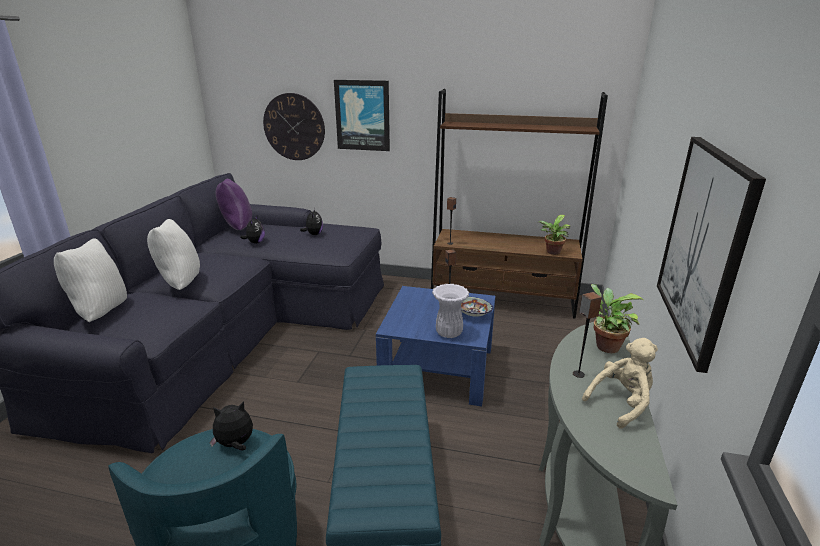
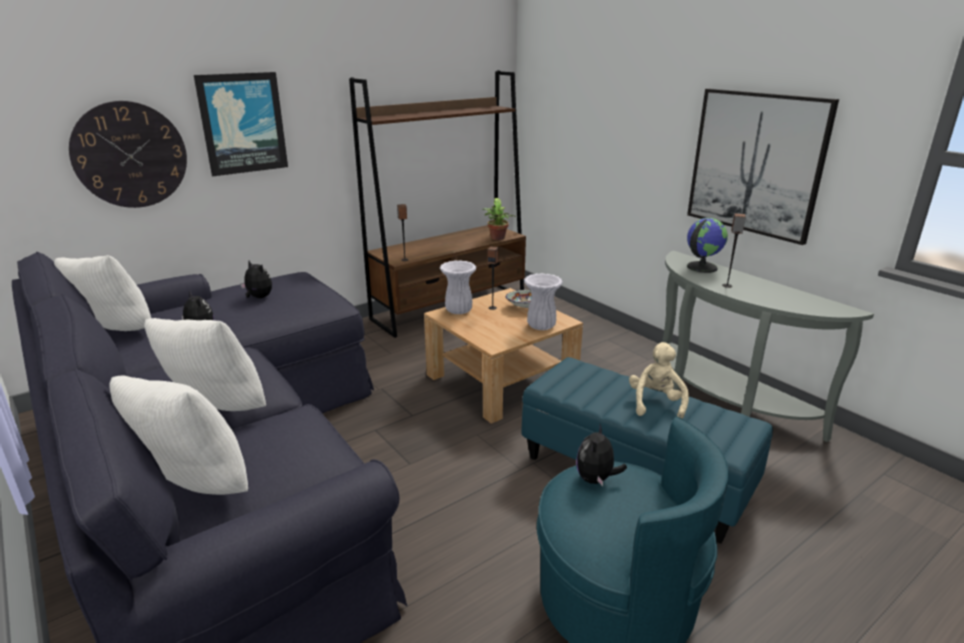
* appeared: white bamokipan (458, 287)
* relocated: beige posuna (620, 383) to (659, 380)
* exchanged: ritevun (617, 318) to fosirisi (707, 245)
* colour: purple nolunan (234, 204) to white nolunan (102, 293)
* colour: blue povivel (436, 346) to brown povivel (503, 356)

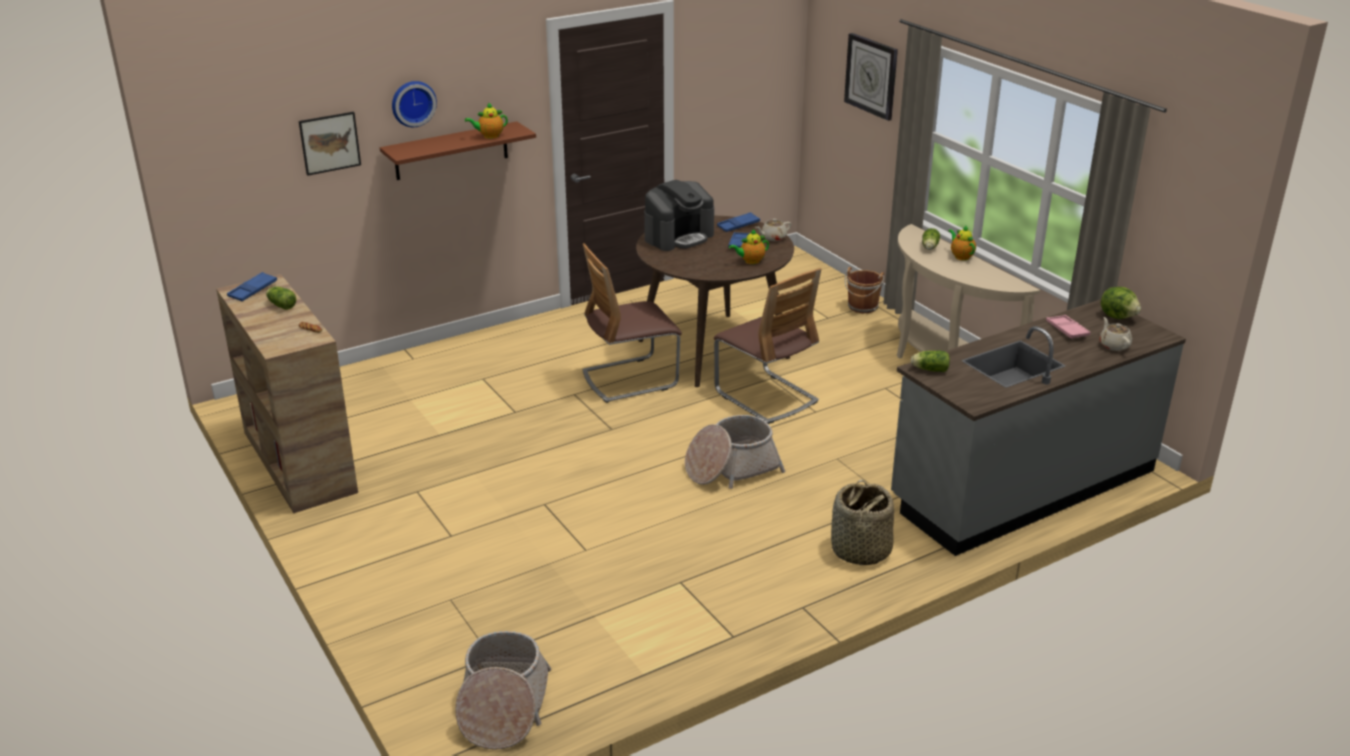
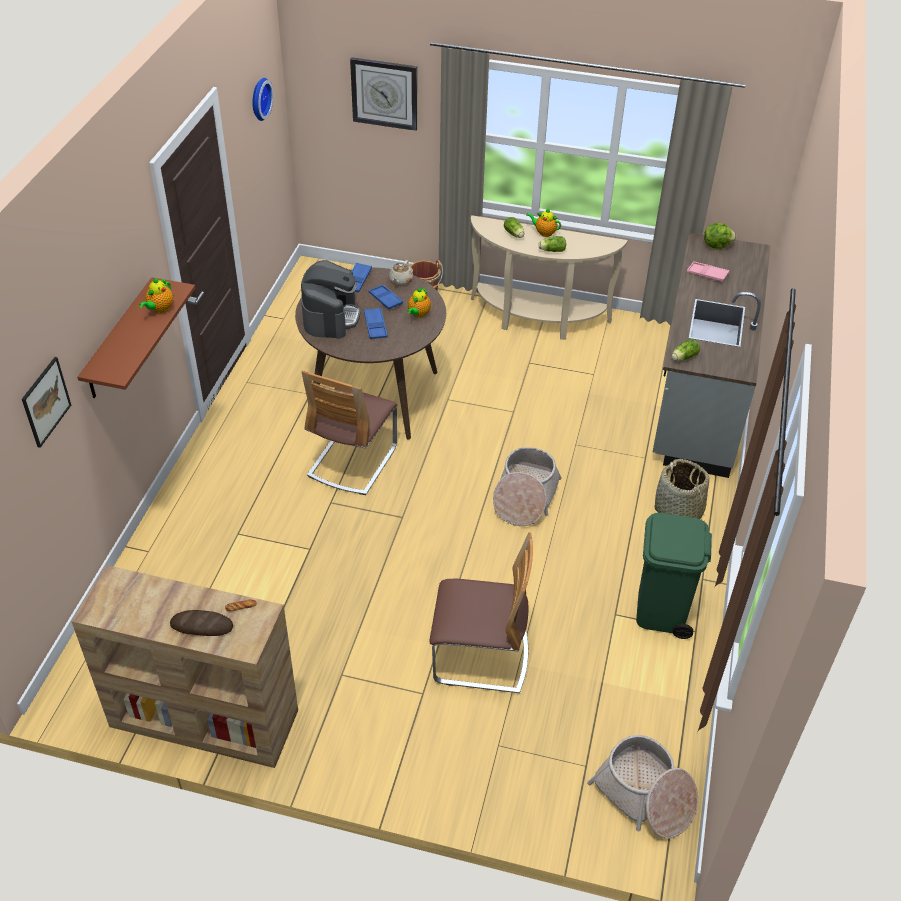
* missing: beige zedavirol (1115, 334)
* appeared: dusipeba (201, 623)
* appeared: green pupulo (674, 576)
* relocated: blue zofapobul (252, 286) to (376, 323)
* relocated: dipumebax (281, 298) to (552, 244)
* relocated: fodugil (414, 104) to (263, 99)
* relocated: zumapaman (767, 346) to (481, 612)

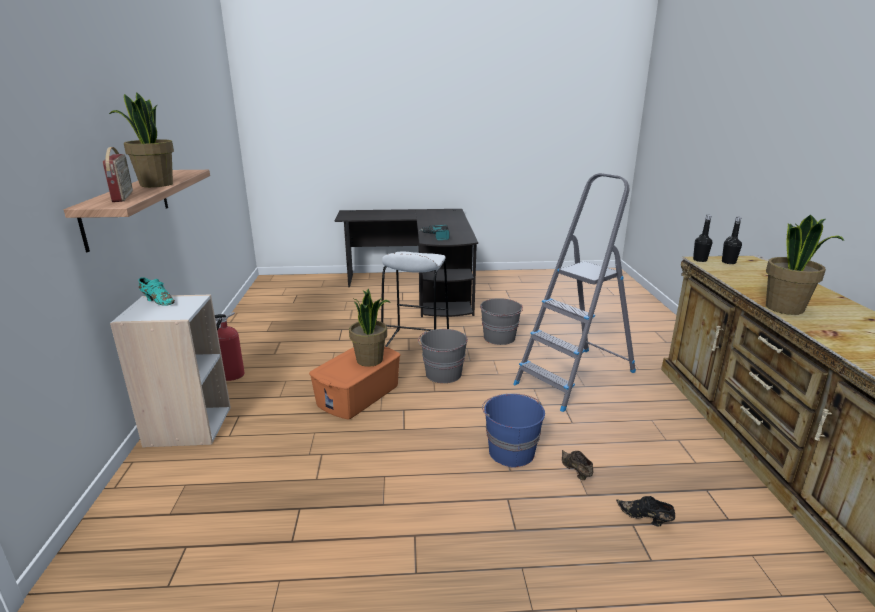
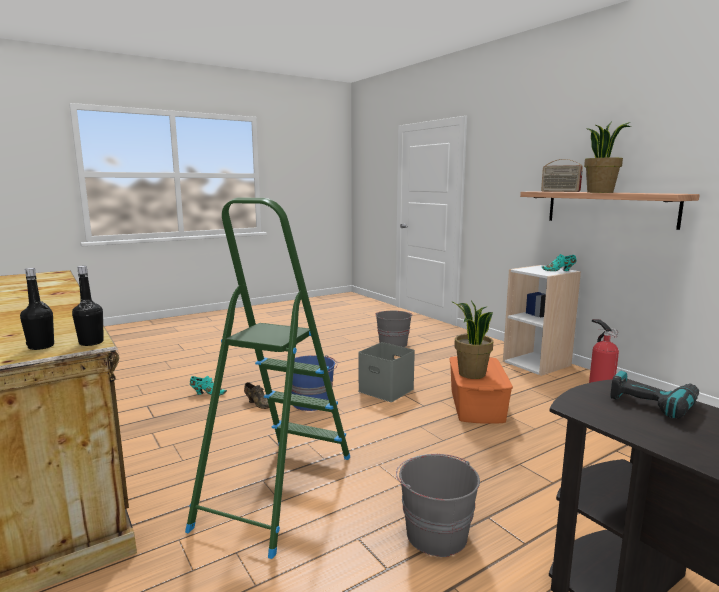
* missing: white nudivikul (415, 299)
* missing: ritevun (805, 265)
* appeared: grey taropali (386, 372)
* relocated: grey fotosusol (443, 356) to (394, 329)
* colour: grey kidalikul (574, 292) to green kidalikul (267, 378)
* colour: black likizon (645, 511) to turquoise likizon (208, 386)

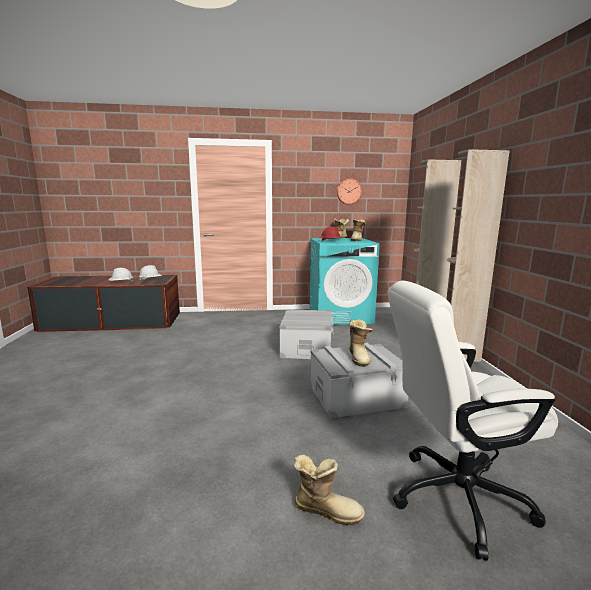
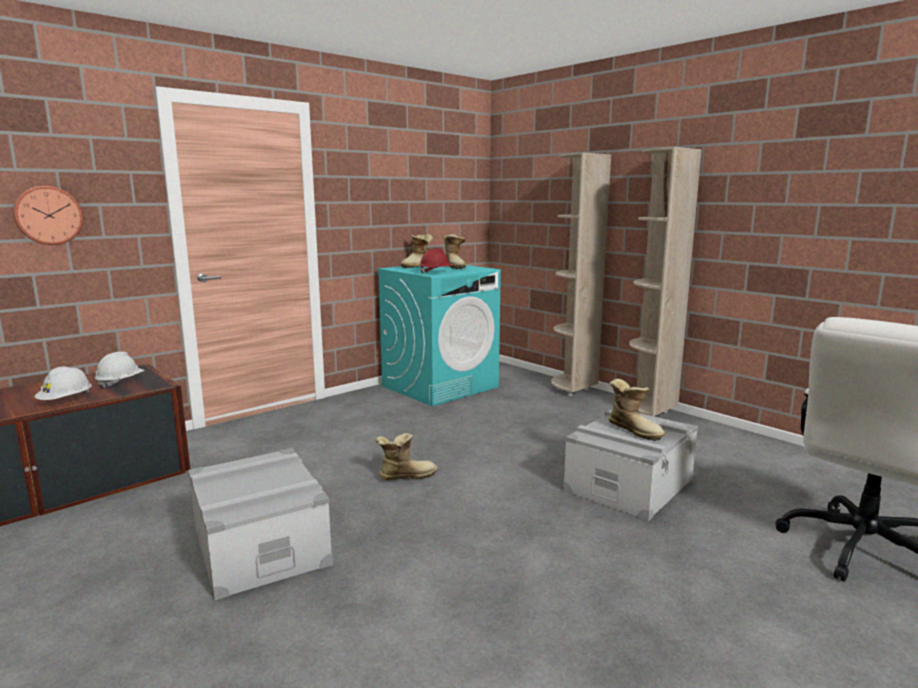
* relocated: grey taropali (307, 334) to (260, 524)
* relocated: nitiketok (329, 490) to (406, 456)
* relocated: fodugil (349, 191) to (48, 215)

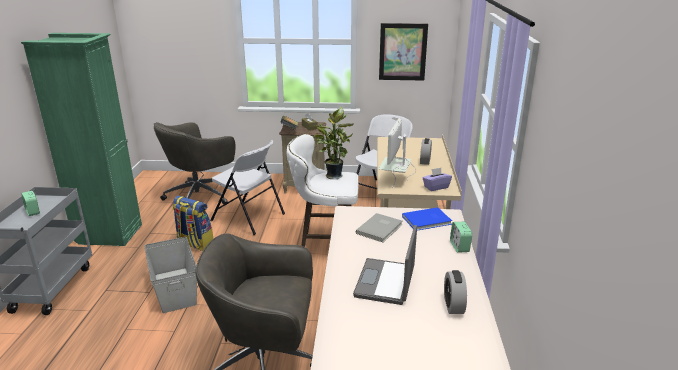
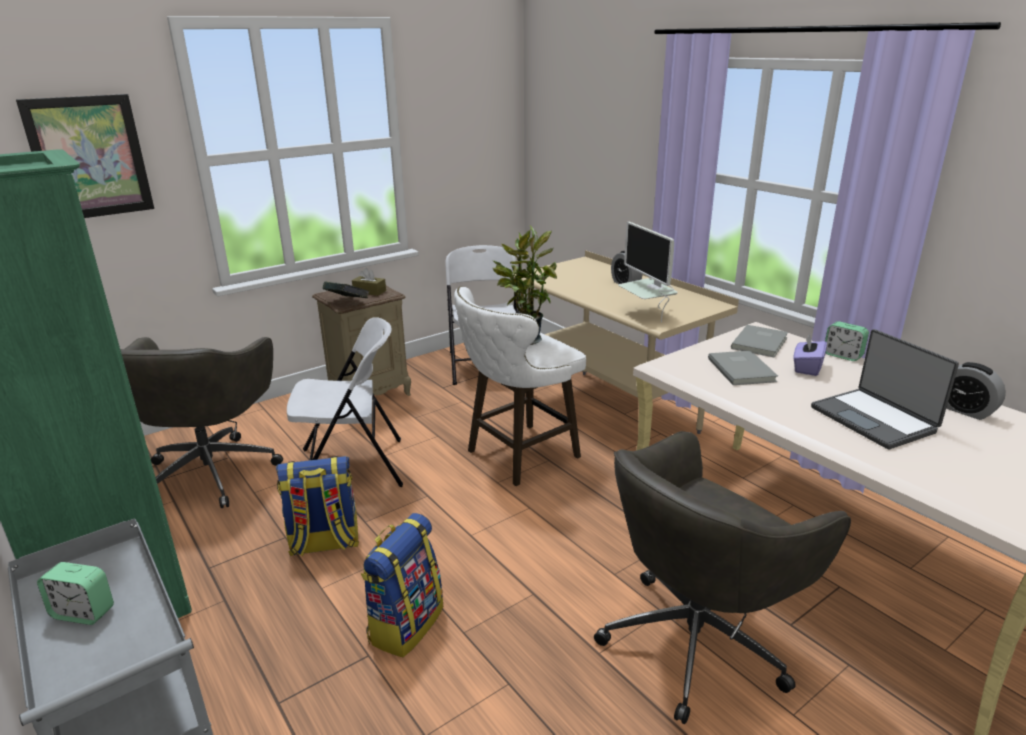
* relocated: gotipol (403, 52) to (85, 156)
* relocated: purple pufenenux (437, 179) to (810, 355)
* exchanged: grey taropali (170, 275) to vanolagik (402, 585)
* colour: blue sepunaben (427, 219) to grey sepunaben (759, 341)

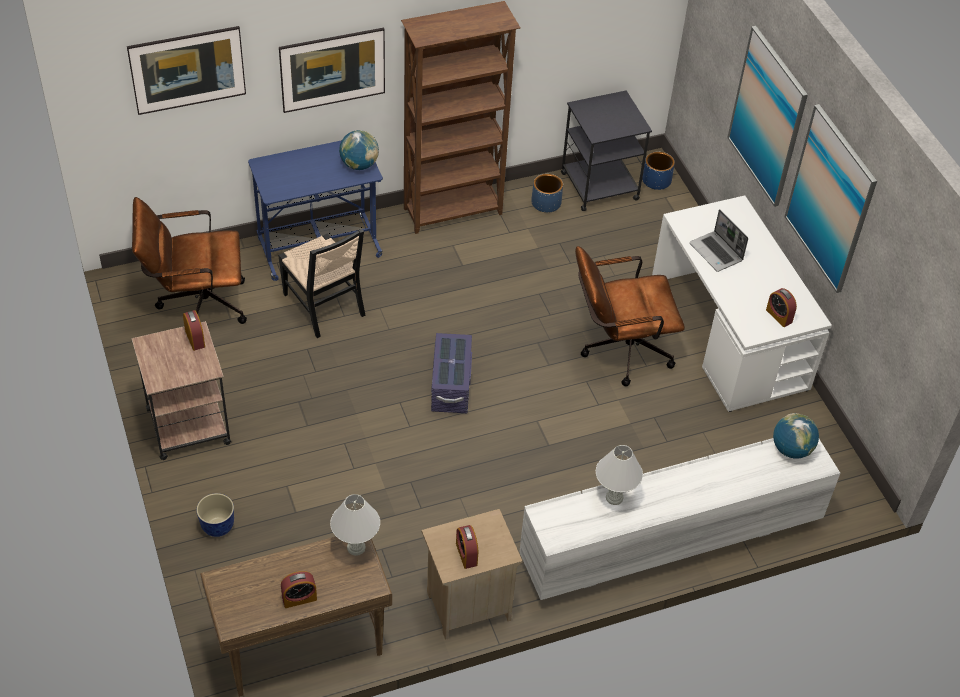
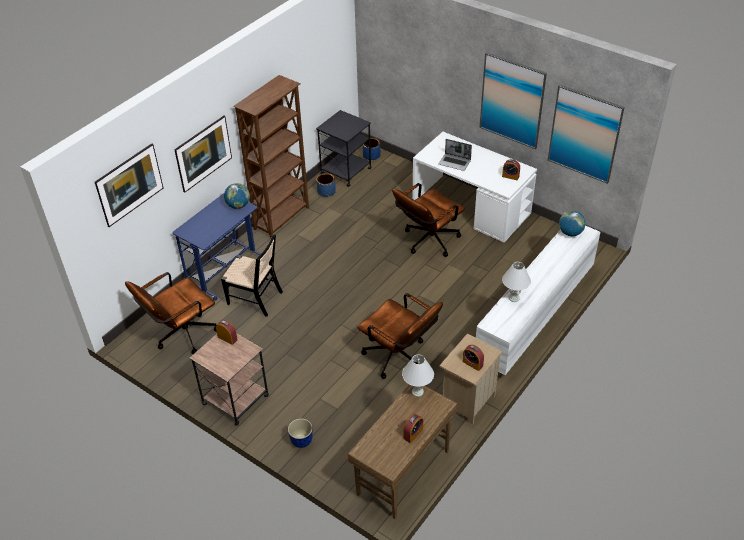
* missing: purple taropali (451, 373)
* appeared: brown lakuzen (400, 336)
* relocated: gotipol (767, 116) to (586, 134)

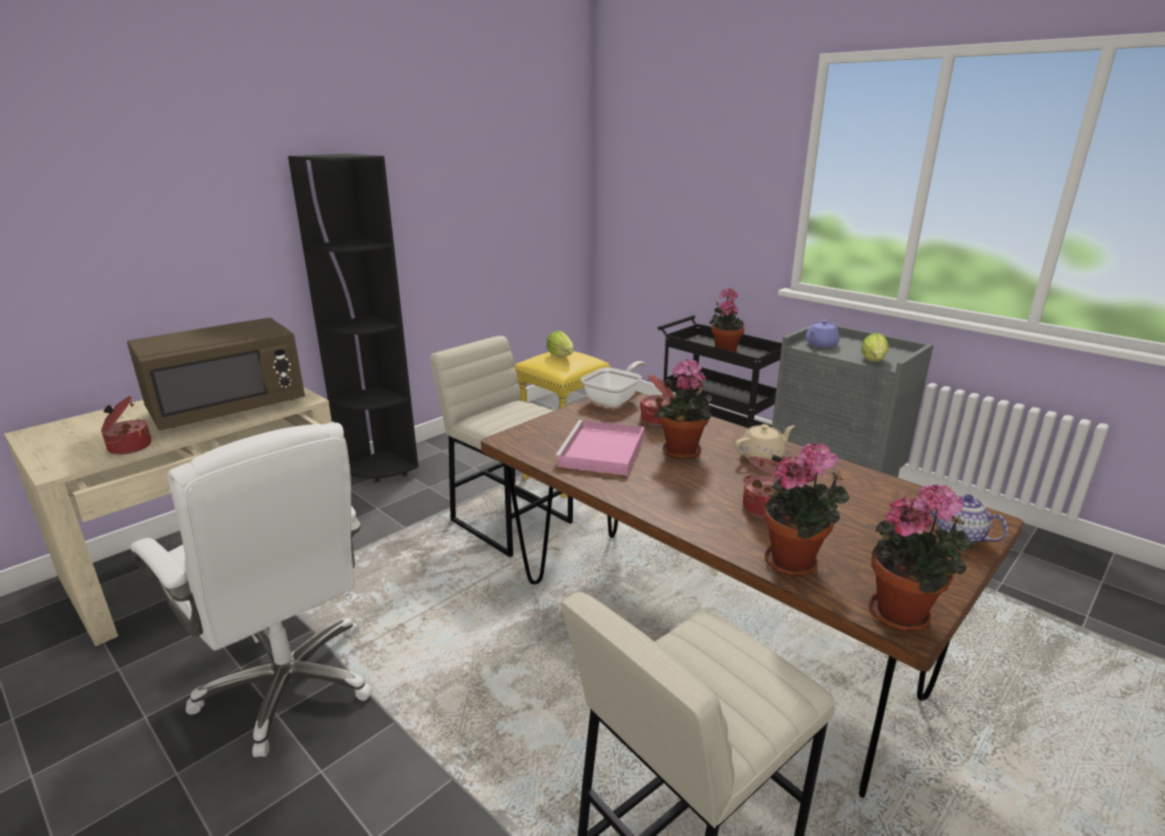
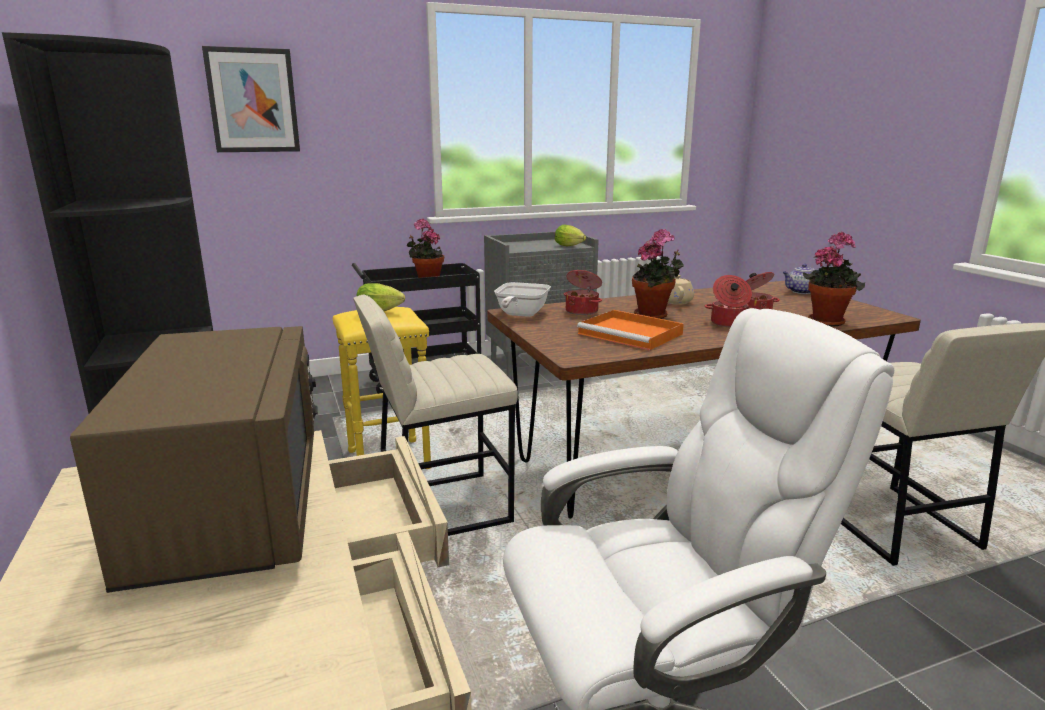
* missing: purple zedavirol (822, 334)
* missing: ritevun (920, 558)
* appeared: gotipol (251, 99)
* relocated: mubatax (126, 425) to (728, 301)
* colour: pink zofapobul (599, 448) to orange zofapobul (630, 330)
* spun: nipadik (613, 384) = (522, 299) 135 degrees counterclockwise

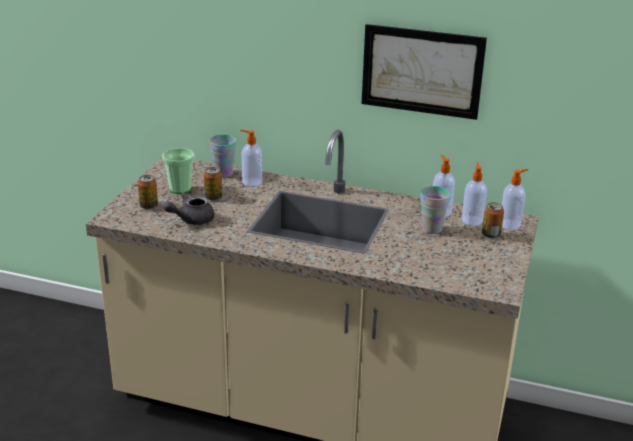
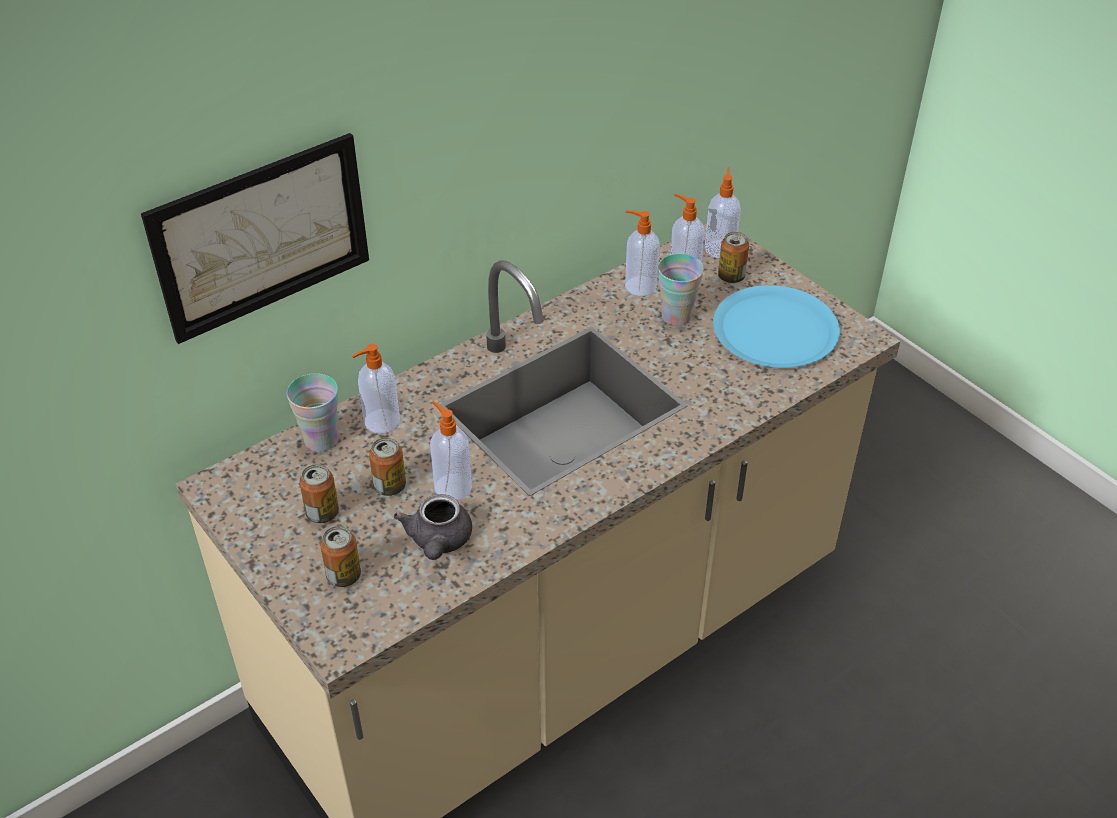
* appeared: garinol (451, 451)
* appeared: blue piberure (776, 326)
* relocated: gotipol (424, 72) to (255, 238)
* exchanged: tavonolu (178, 171) to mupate (319, 493)

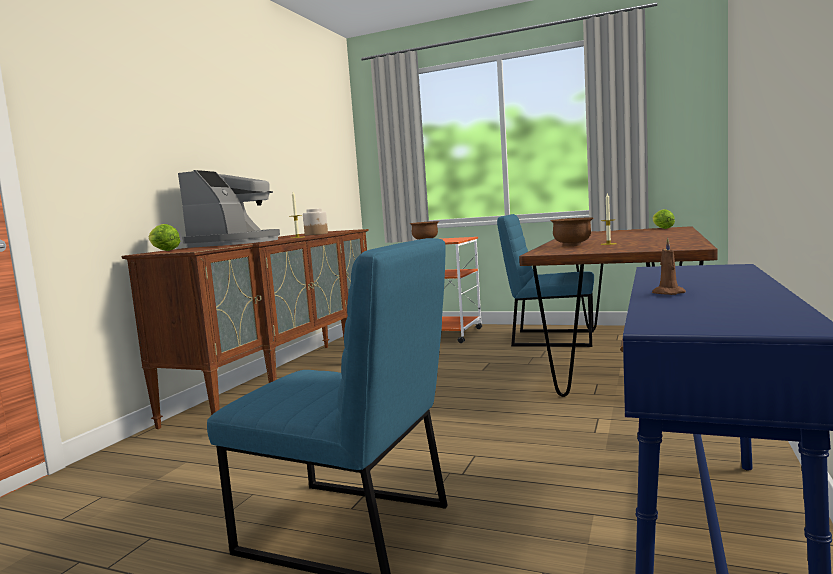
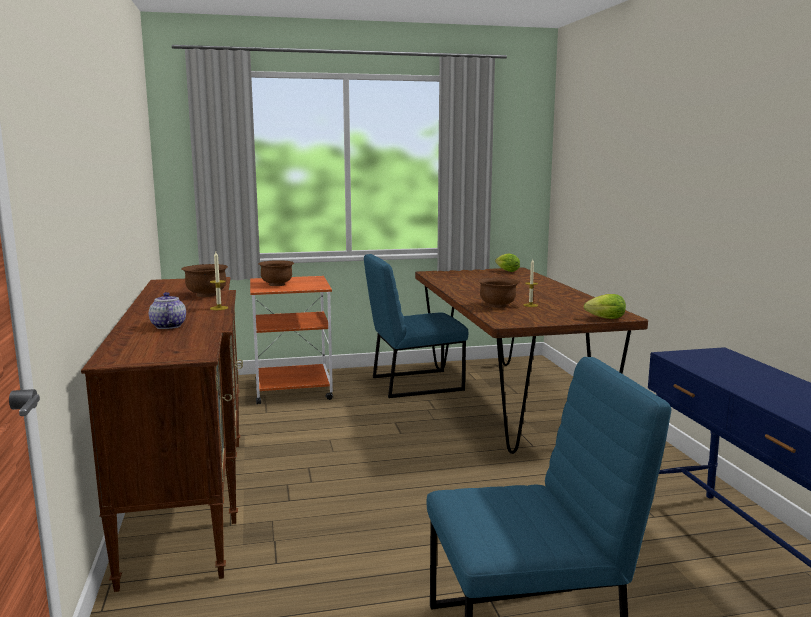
* missing: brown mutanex (669, 266)
* relocated: dipumebax (164, 237) to (605, 306)
* exchanged: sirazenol (229, 209) to zedavirol (167, 310)
* exchanged: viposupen (315, 221) to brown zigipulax (204, 280)

